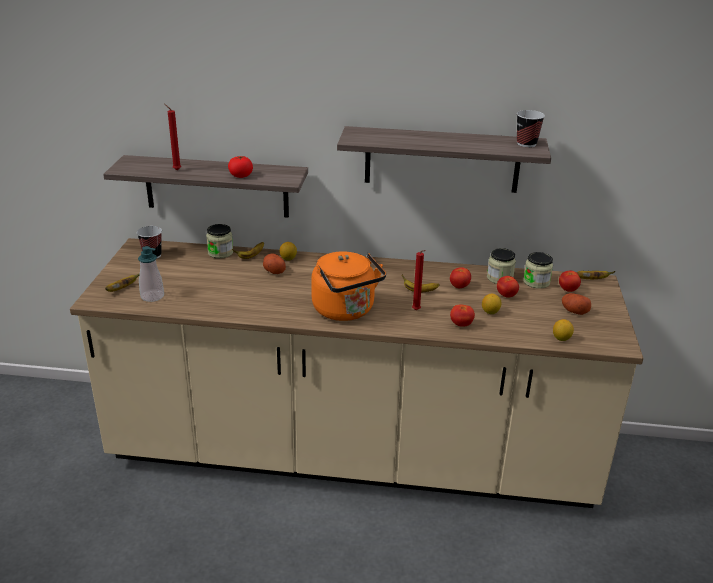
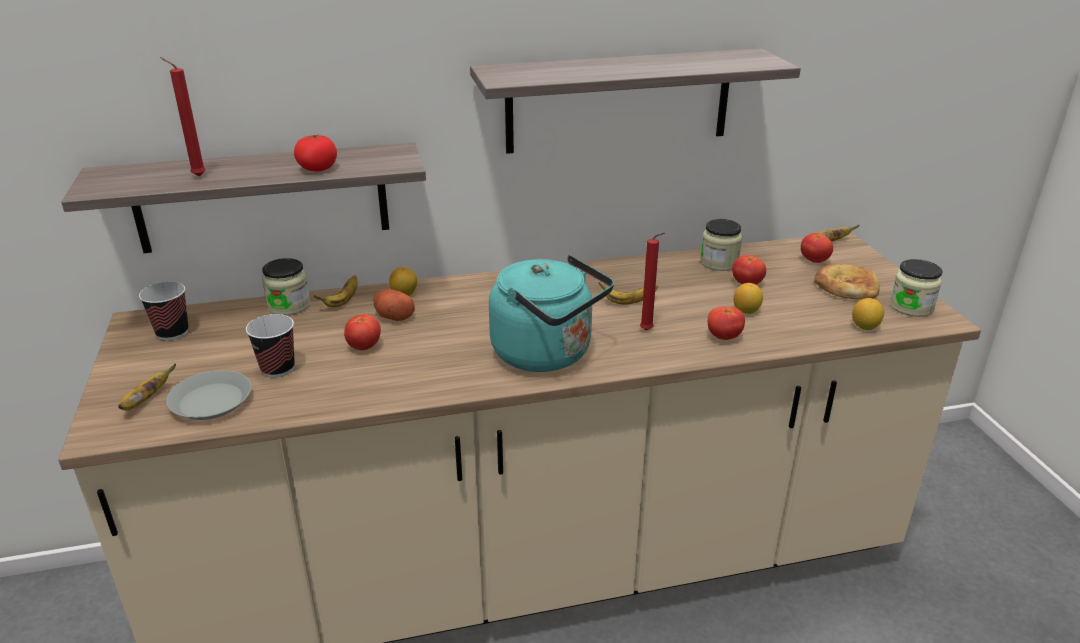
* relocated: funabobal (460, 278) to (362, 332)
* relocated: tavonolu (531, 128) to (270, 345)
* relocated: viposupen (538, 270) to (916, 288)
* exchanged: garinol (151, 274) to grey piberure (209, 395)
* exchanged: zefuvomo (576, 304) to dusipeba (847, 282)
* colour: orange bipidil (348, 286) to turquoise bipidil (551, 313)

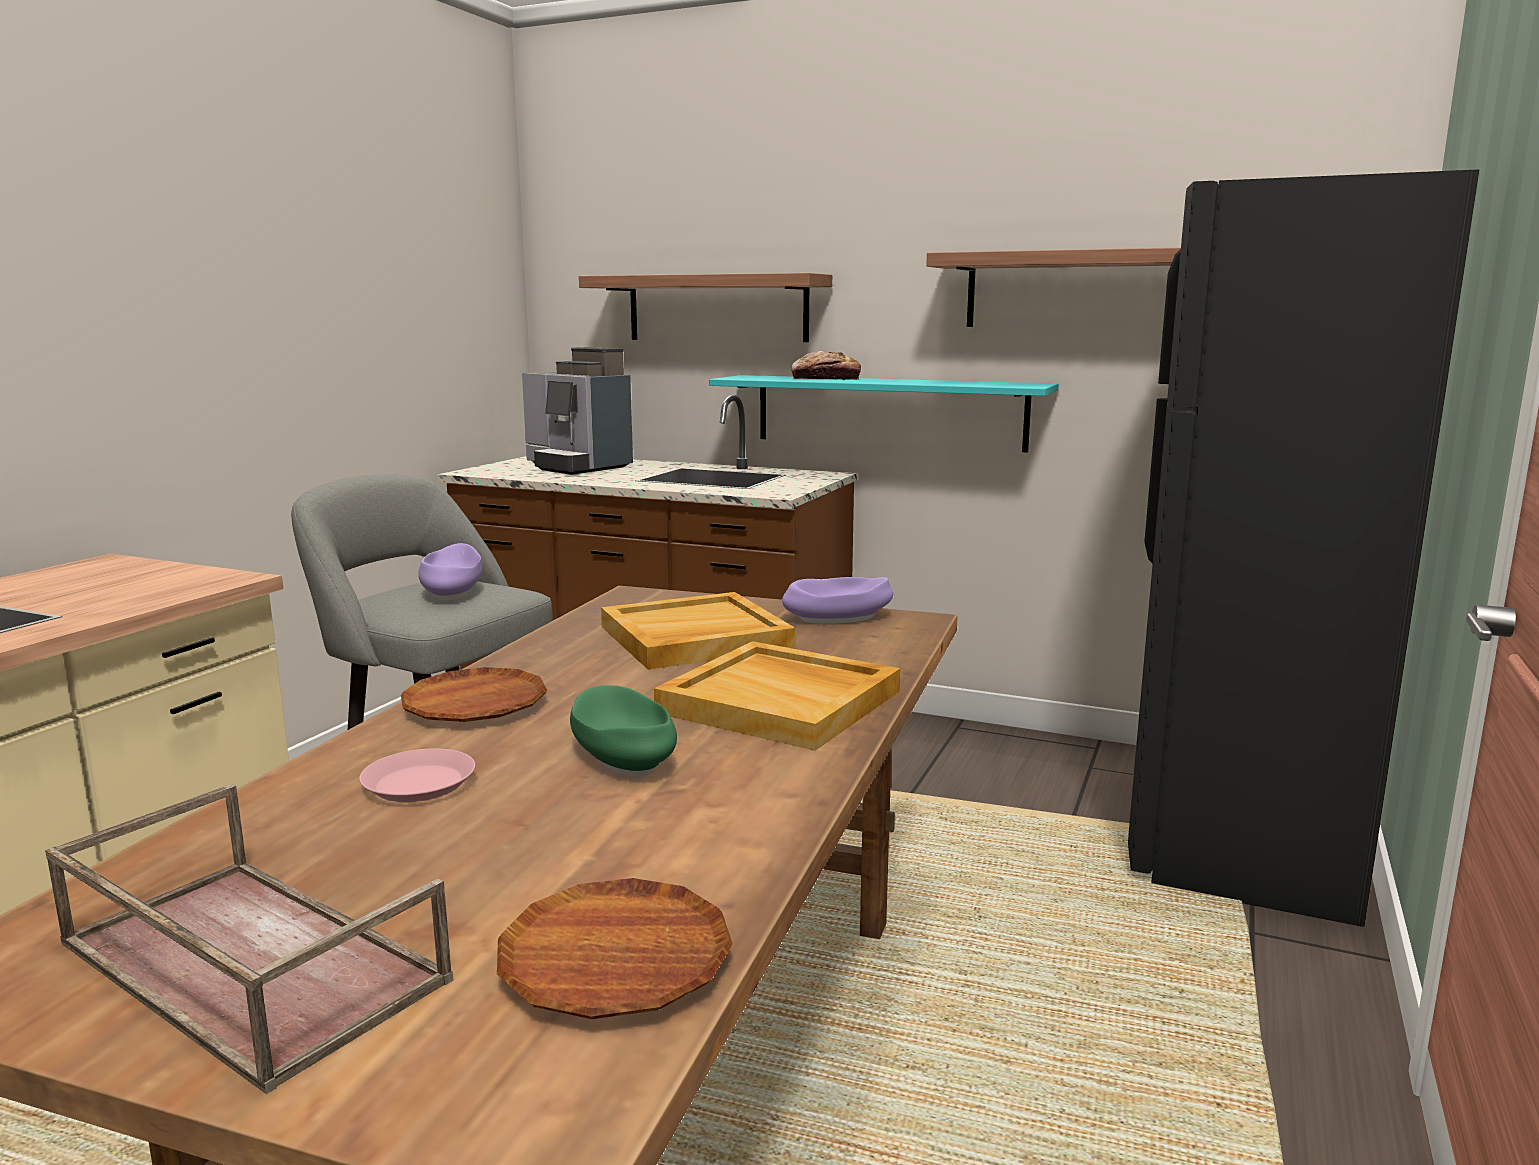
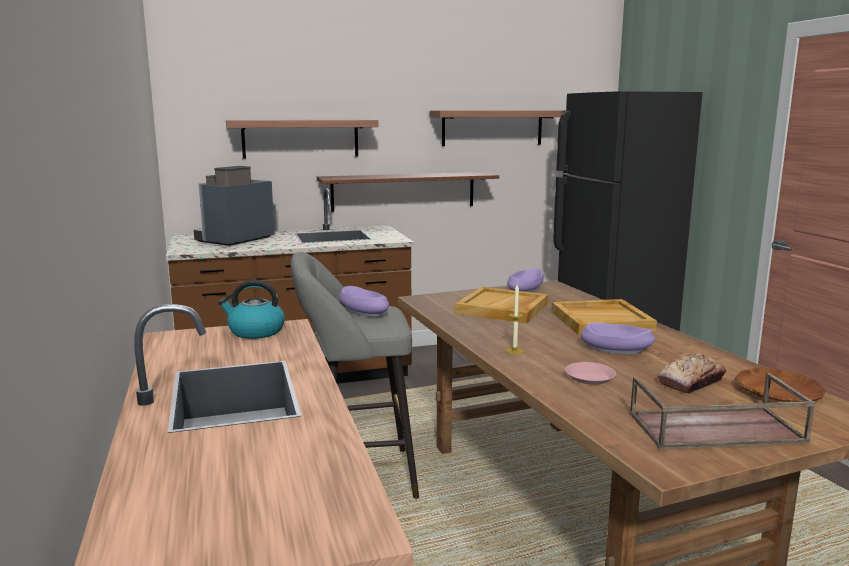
* appeared: bipidil (251, 309)
* relocated: dusipeba (826, 365) to (692, 373)
* exchanged: brown piberure (474, 694) to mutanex (515, 319)
* colour: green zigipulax (623, 730) to purple zigipulax (618, 338)
* colour: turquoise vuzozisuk (884, 414) to brown vuzozisuk (408, 192)
* spun: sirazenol (577, 411) = (234, 206) 120 degrees clockwise

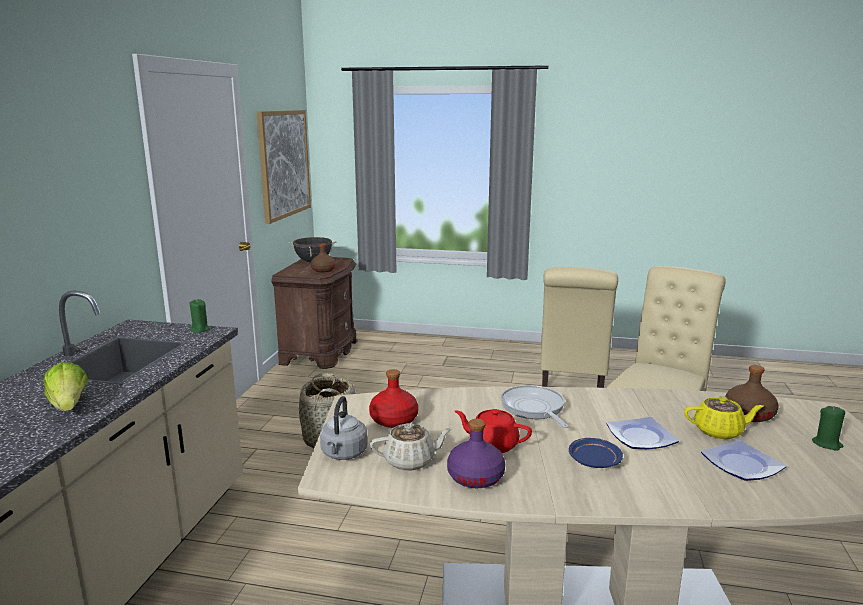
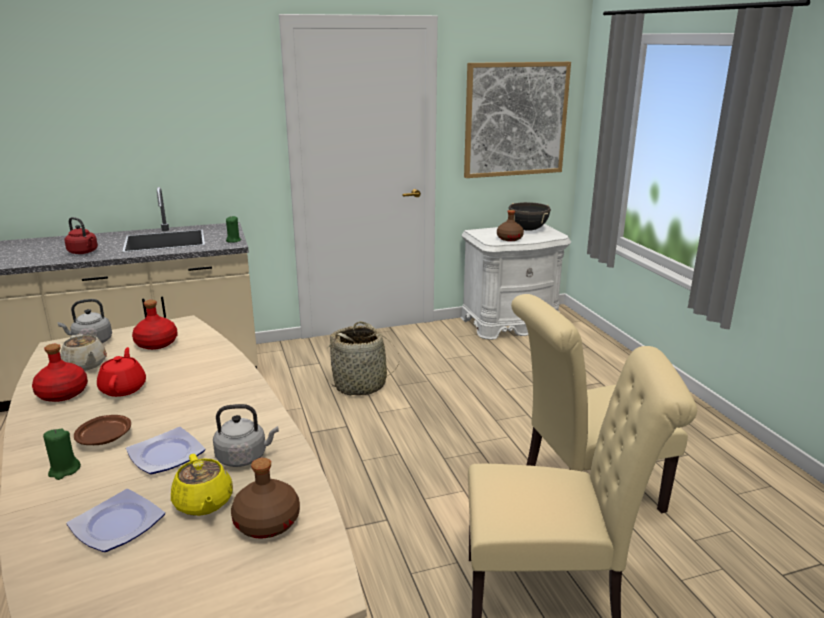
* missing: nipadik (535, 406)
* appeared: grey bipidil (246, 435)
* relocated: green mutanex (828, 428) to (62, 454)
* exchanged: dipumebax (65, 386) to red bipidil (81, 235)
* colour: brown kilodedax (314, 313) to white kilodedax (515, 282)
* colour: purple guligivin (476, 453) to red guligivin (60, 373)
* colour: blue piberure (596, 453) to brown piberure (102, 430)

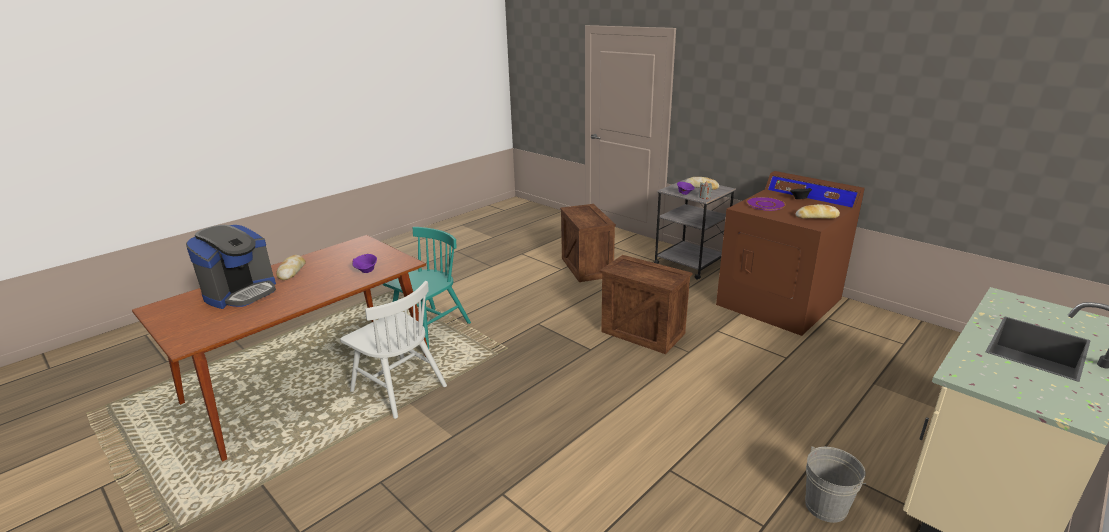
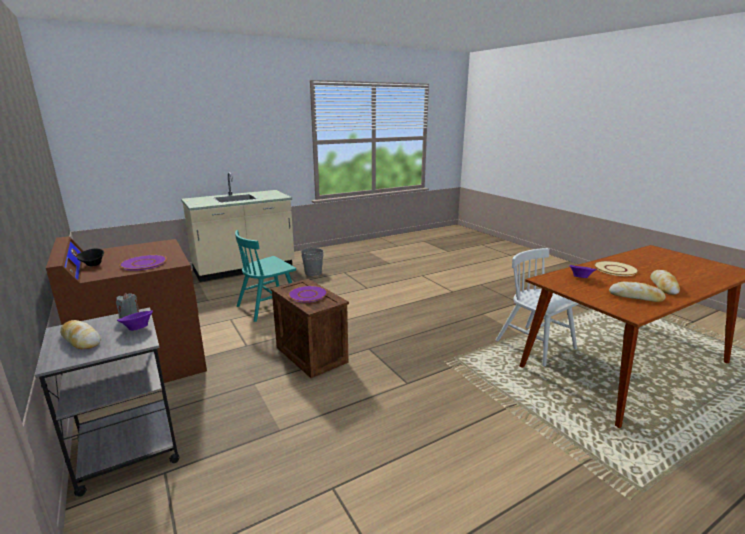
* missing: sirazenol (231, 267)
* missing: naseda (588, 243)
* appeared: purple piberure (307, 294)
* appeared: beige piberure (616, 268)
* relocated: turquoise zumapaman (427, 288) to (265, 276)
* relocated: dusipeba (817, 211) to (637, 292)

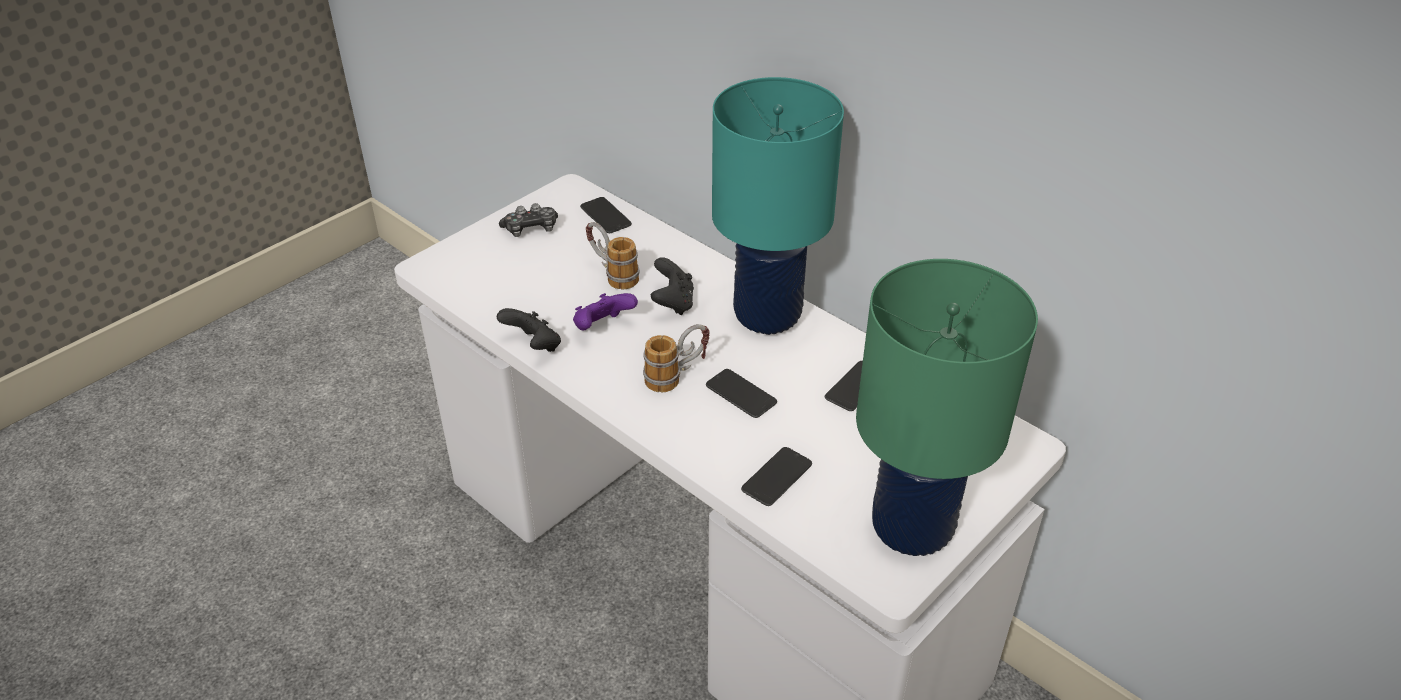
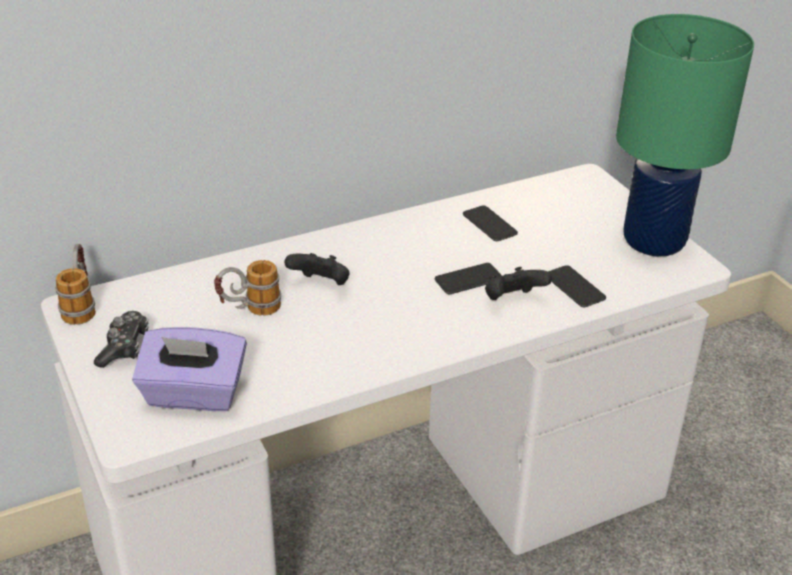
* missing: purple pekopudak (605, 311)
* missing: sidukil (606, 215)
* missing: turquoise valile (778, 206)
* appeared: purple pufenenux (189, 369)
* relocated: black pekopudak (529, 330) to (518, 283)
* relocated: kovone (676, 358) to (75, 284)

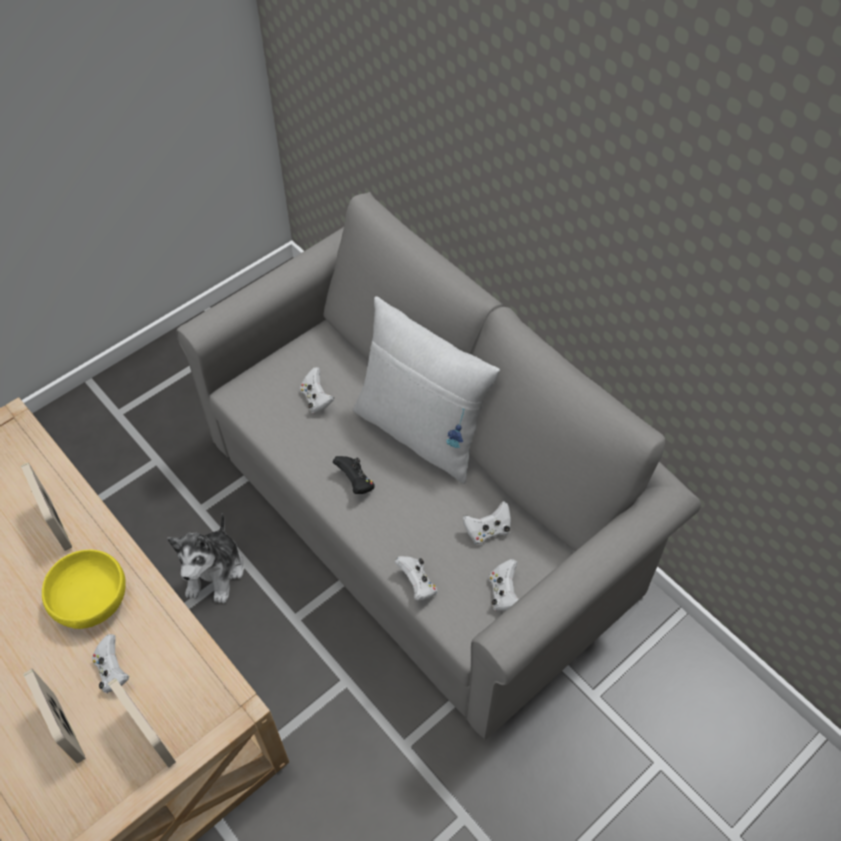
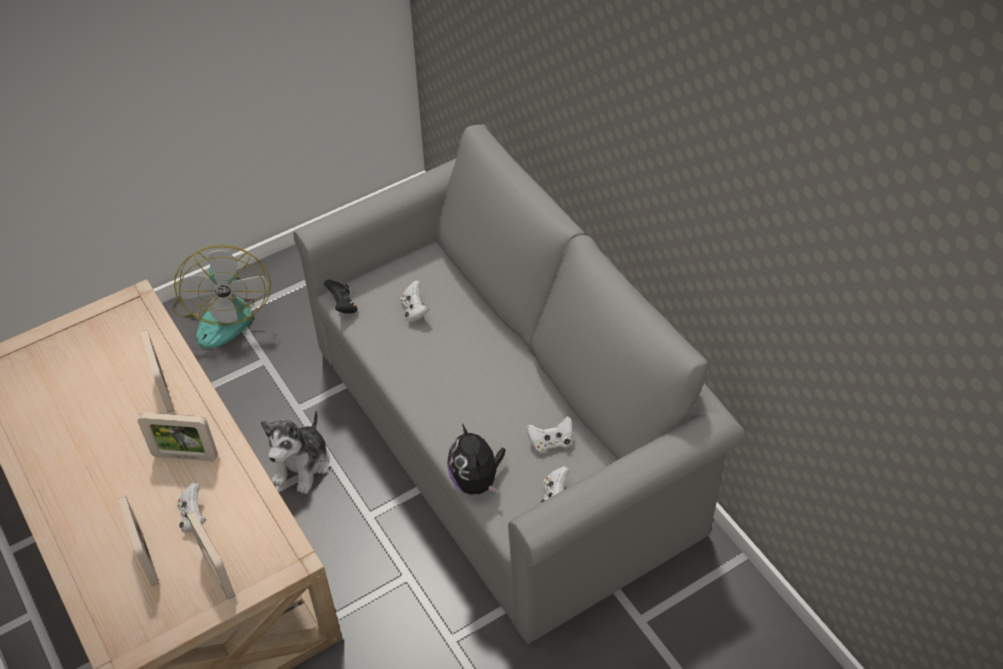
* missing: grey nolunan (426, 390)
* appeared: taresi (221, 296)
* relocated: black pekopudak (354, 475) to (340, 297)
* exchanged: yellow zigipulax (84, 589) to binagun (178, 436)
* exchanged: white pekopudak (416, 578) to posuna (476, 459)

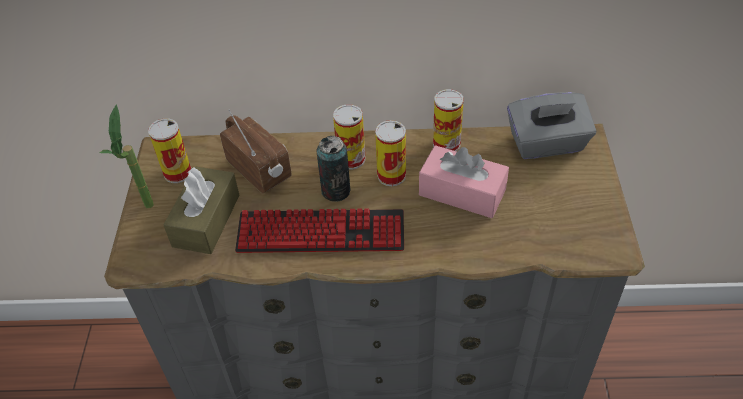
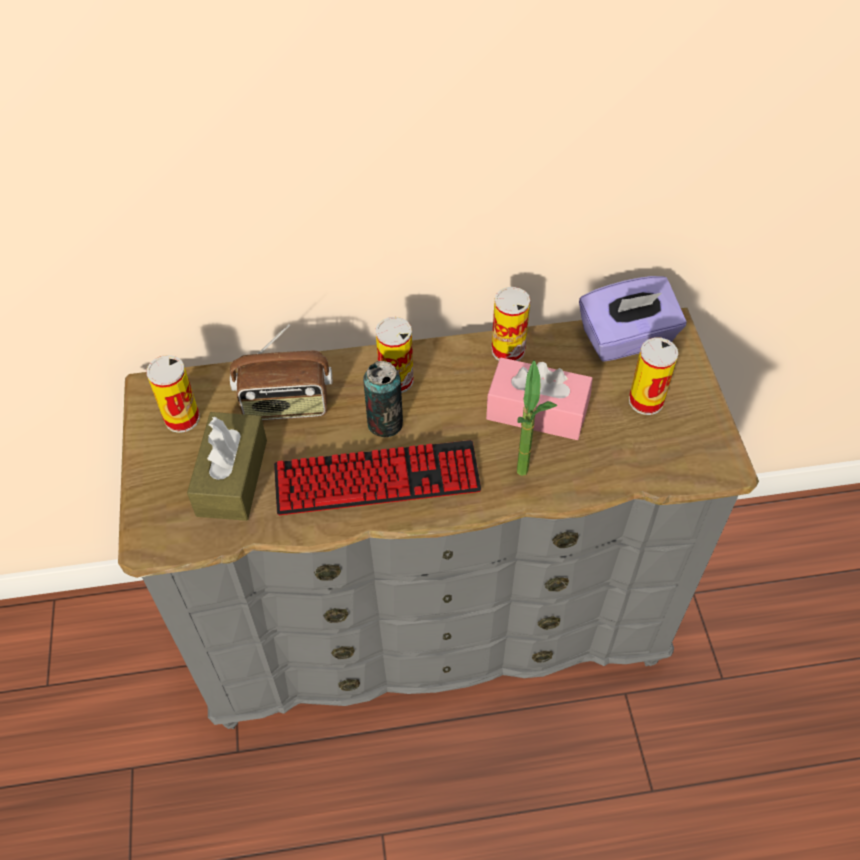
* relocated: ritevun (127, 156) to (537, 418)
* relocated: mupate (390, 153) to (653, 376)
* colour: grey pufenenux (551, 125) to purple pufenenux (633, 319)
* spun: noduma (256, 151) = (281, 372) 135 degrees clockwise

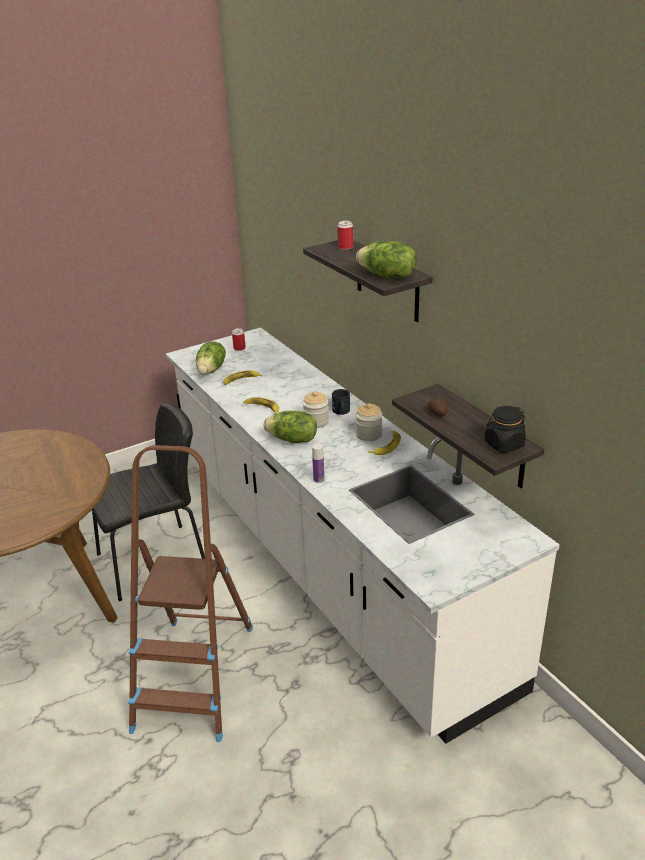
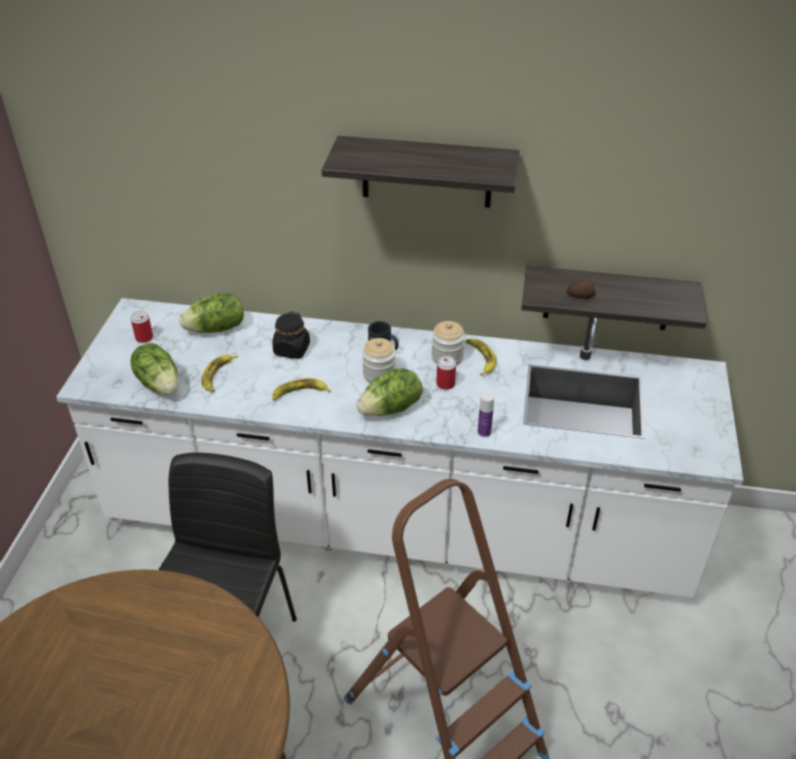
* relocated: mupate (345, 235) to (446, 373)
* relocated: dipumebax (386, 260) to (211, 313)
* relocated: black viposupen (505, 429) to (291, 335)

